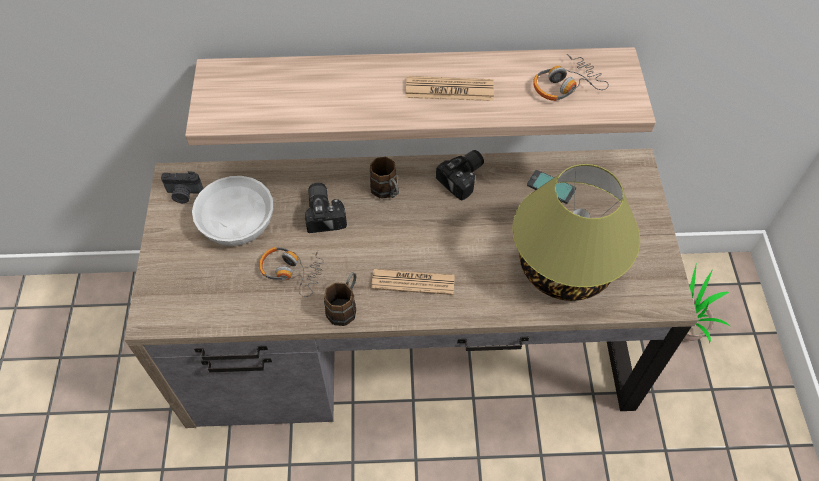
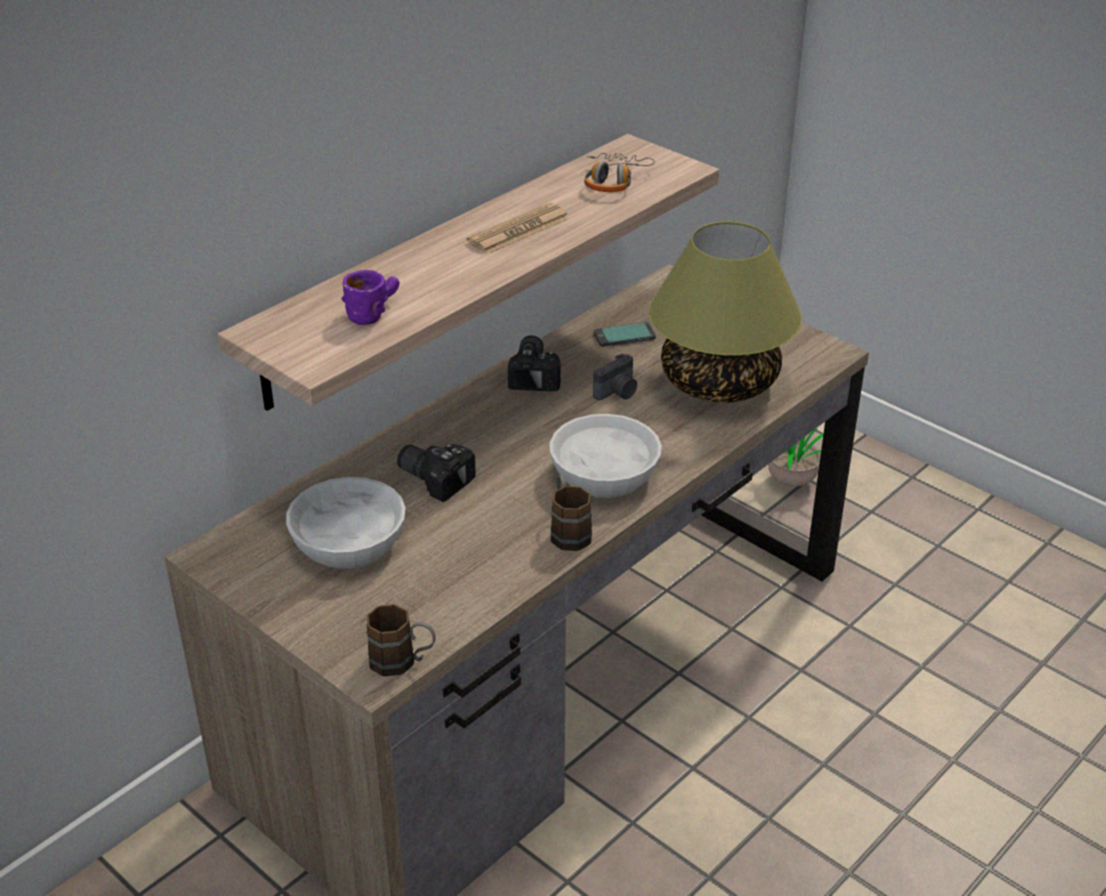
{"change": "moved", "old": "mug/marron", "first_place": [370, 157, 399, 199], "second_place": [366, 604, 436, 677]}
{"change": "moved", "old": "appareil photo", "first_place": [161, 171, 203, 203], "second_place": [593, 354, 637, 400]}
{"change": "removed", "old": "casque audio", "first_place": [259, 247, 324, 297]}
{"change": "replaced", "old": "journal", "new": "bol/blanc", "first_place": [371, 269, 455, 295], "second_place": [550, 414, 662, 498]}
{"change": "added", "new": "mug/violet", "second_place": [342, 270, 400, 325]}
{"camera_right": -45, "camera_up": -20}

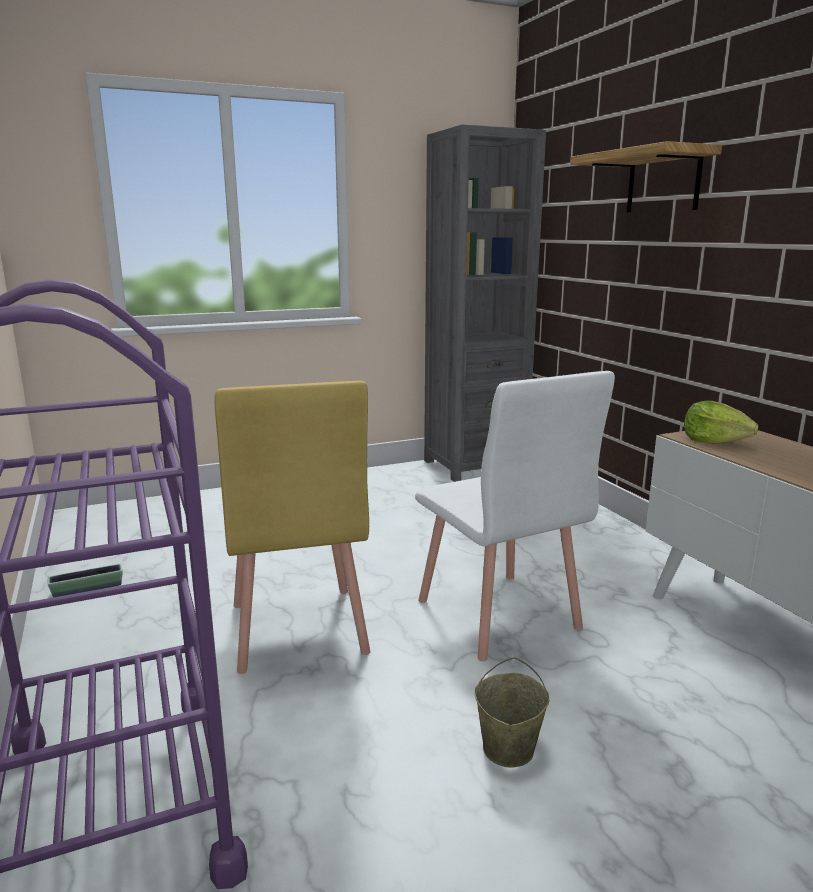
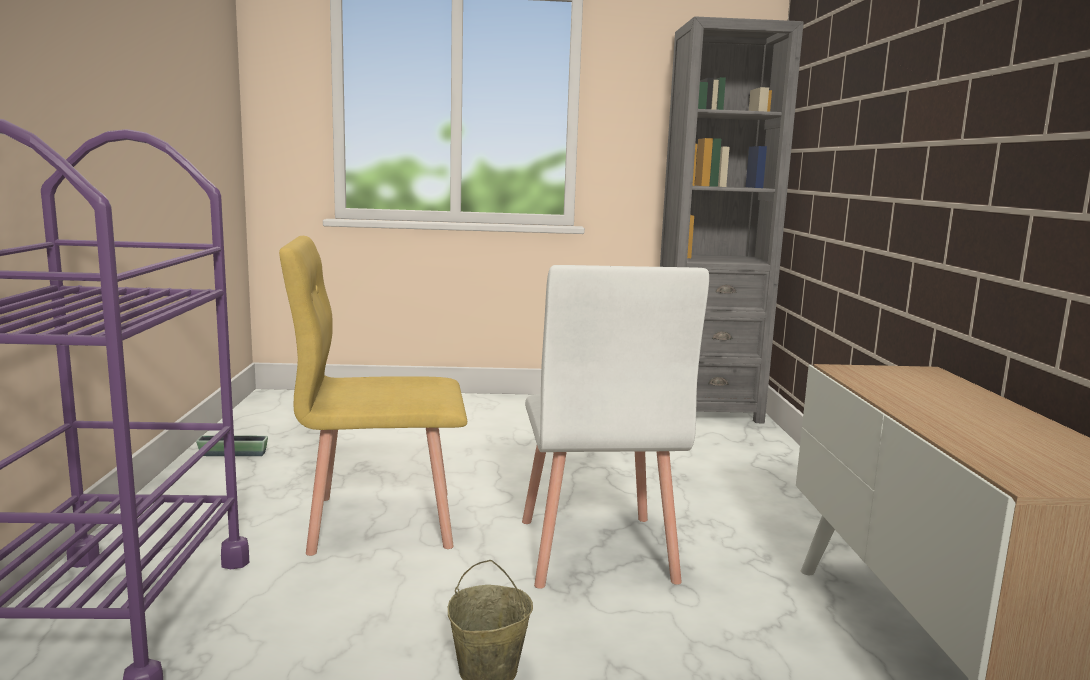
{"change": "removed", "old": "étagère", "first_place": [570, 141, 722, 212]}
{"change": "turned", "old": "chaise/jaune", "first_place": [215, 381, 370, 674], "second_place": [279, 236, 467, 556], "degrees": 75}
{"change": "removed", "old": "laitue", "first_place": [684, 400, 758, 444]}
{"camera_right": 20, "camera_up": -5}

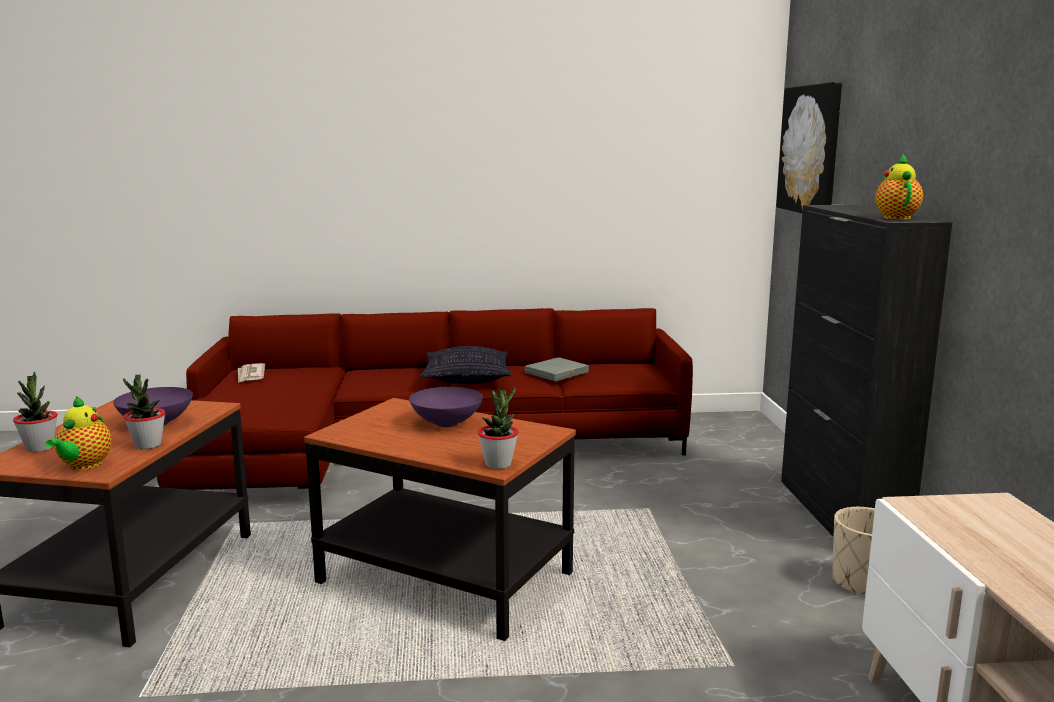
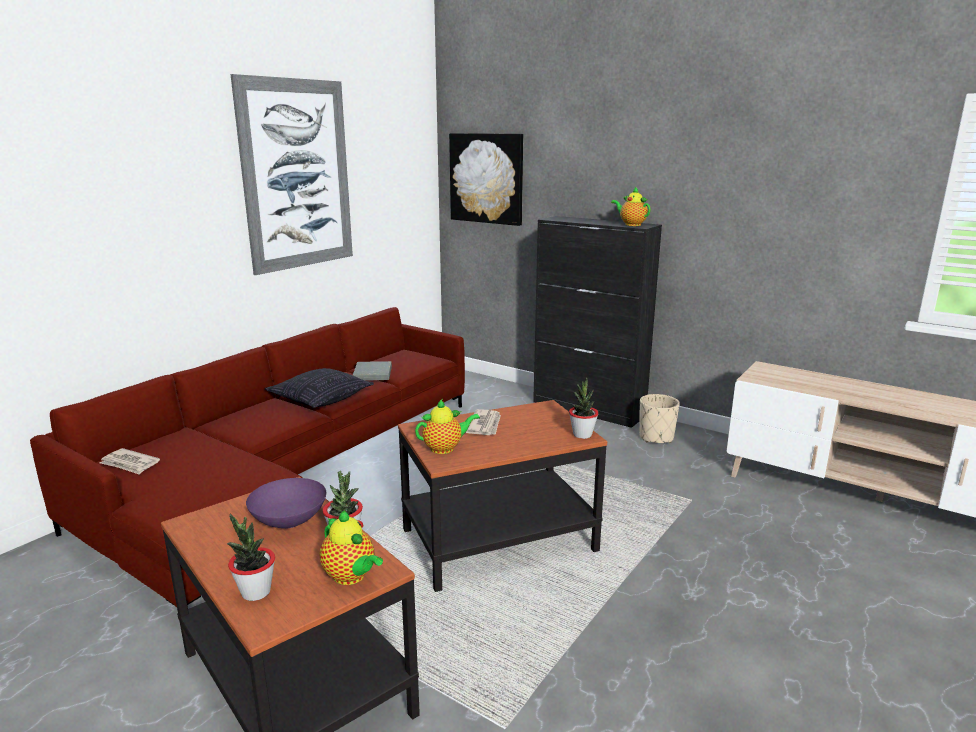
{"change": "replaced", "old": "bol/violet", "new": "journal", "first_place": [409, 387, 483, 427], "second_place": [466, 409, 501, 435]}
{"change": "added", "new": "tableau", "second_place": [231, 74, 353, 275]}
{"change": "added", "new": "théière", "second_place": [415, 400, 480, 454]}
{"camera_right": -50, "camera_up": 5}

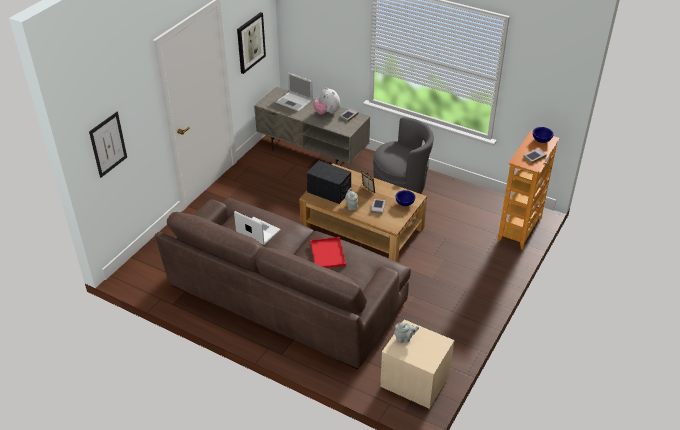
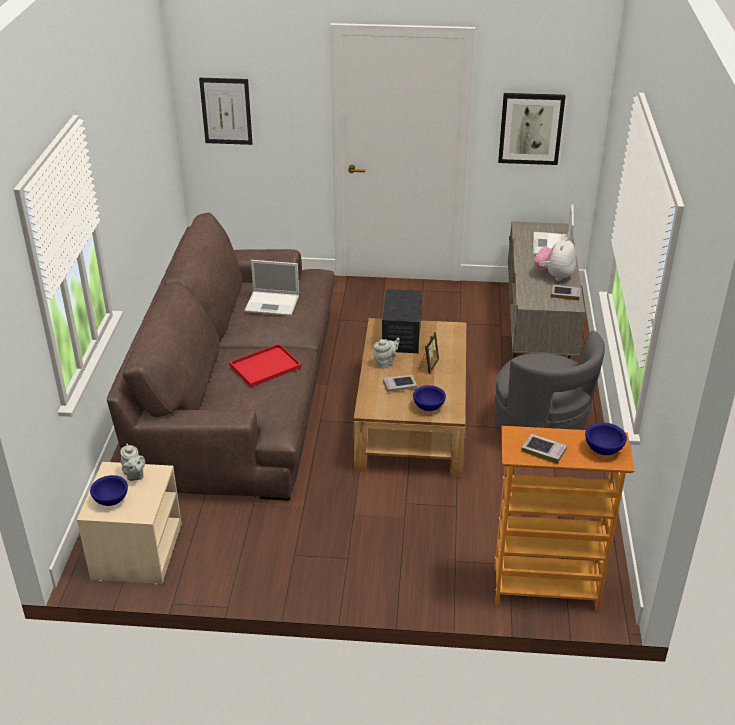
{"change": "turned", "old": "ordinateur portable", "first_place": [234, 211, 281, 245], "second_place": [244, 260, 299, 316], "degrees": 90}
{"change": "added", "new": "bol/bleu", "second_place": [90, 475, 128, 506]}
{"camera_right": 65, "camera_up": -5}

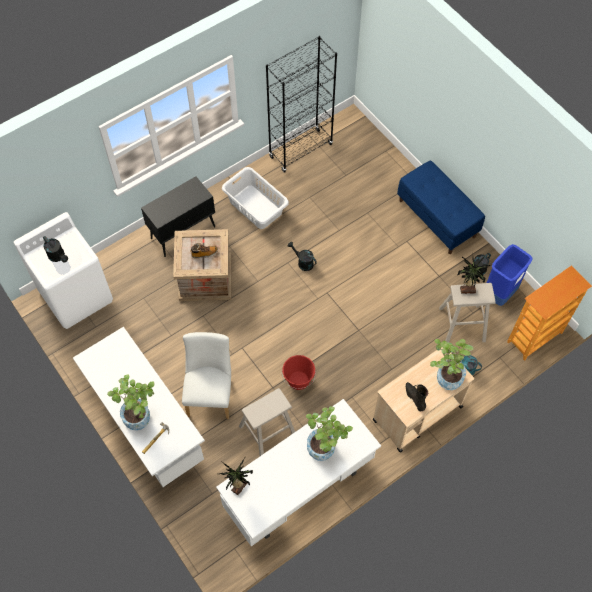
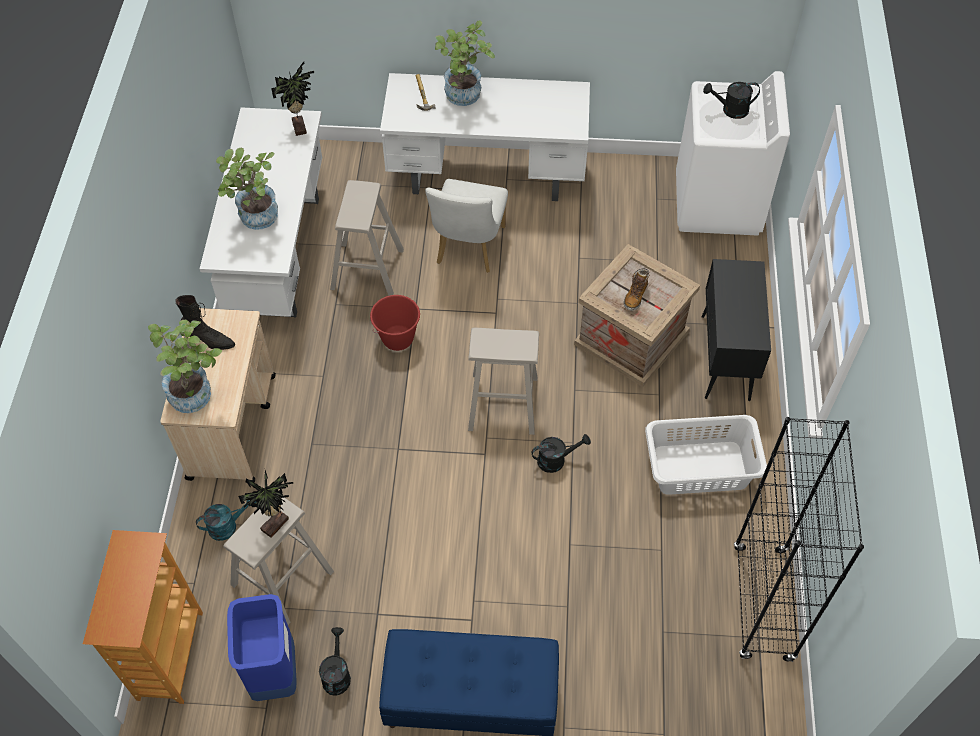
{"change": "turned", "old": "chaise/blanc", "first_place": [182, 332, 231, 419], "second_place": [425, 179, 508, 273], "degrees": 60}
{"change": "added", "new": "tabouret/beige", "second_place": [468, 328, 539, 435]}
{"camera_right": 130, "camera_up": -5}

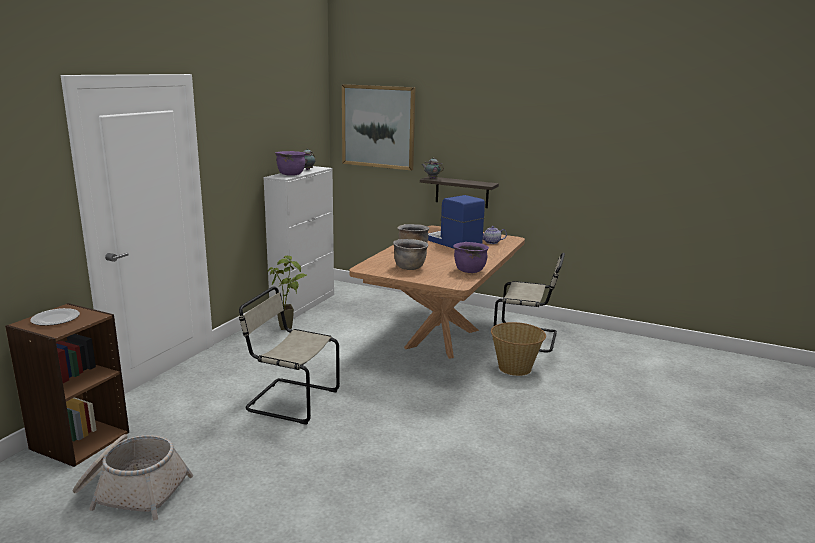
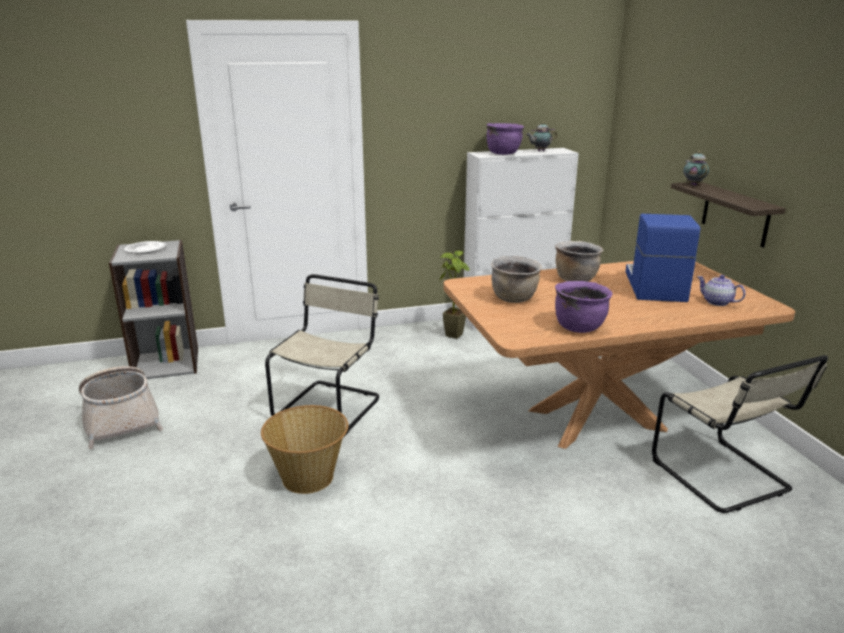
{"change": "removed", "old": "tableau", "first_place": [342, 84, 415, 170]}
{"change": "turned", "old": "chaise/beige", "first_place": [239, 287, 340, 425], "second_place": [265, 274, 379, 437], "degrees": 45}
{"change": "recoloured", "old": "bibliothèque/marron", "new": "bibliothèque/gris", "first_place": [5, 303, 129, 467], "second_place": [109, 240, 198, 379]}
{"change": "moved", "old": "panier", "first_place": [491, 322, 546, 376], "second_place": [261, 405, 348, 494]}
{"camera_right": 50, "camera_up": 5}

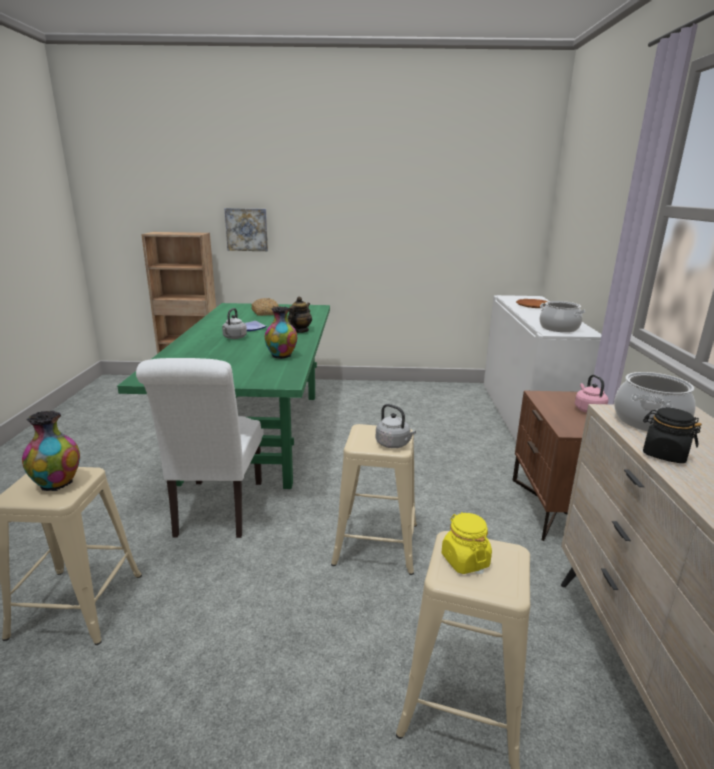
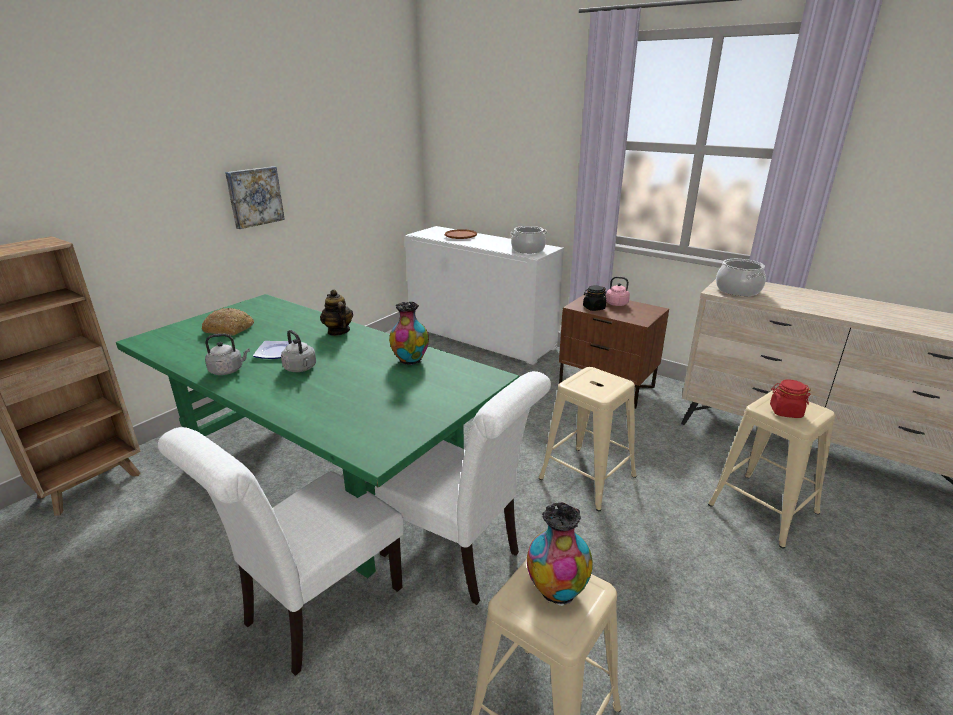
{"change": "moved", "old": "tableau", "first_place": [225, 208, 268, 251], "second_place": [225, 166, 285, 229]}
{"change": "moved", "old": "bouilloire/gris", "first_place": [376, 404, 416, 448], "second_place": [205, 334, 250, 375]}
{"change": "moved", "old": "bocal/noir", "first_place": [643, 408, 702, 463], "second_place": [583, 285, 606, 311]}
{"change": "recoloured", "old": "bocal/jaune", "new": "bocal/rouge", "first_place": [441, 512, 492, 574], "second_place": [770, 379, 811, 418]}
{"change": "added", "new": "chaise/blanc", "second_place": [158, 427, 404, 676]}
{"camera_right": -55, "camera_up": 5}

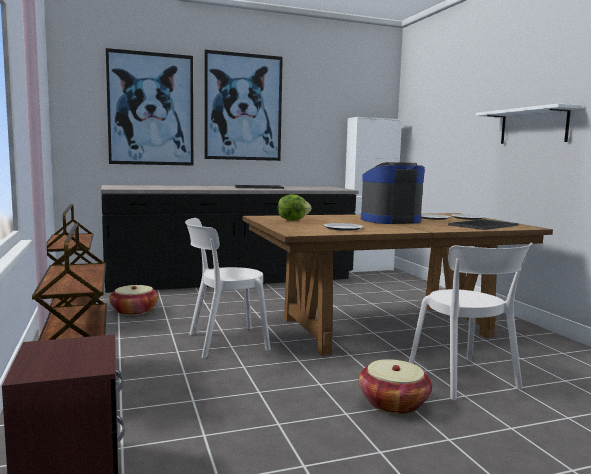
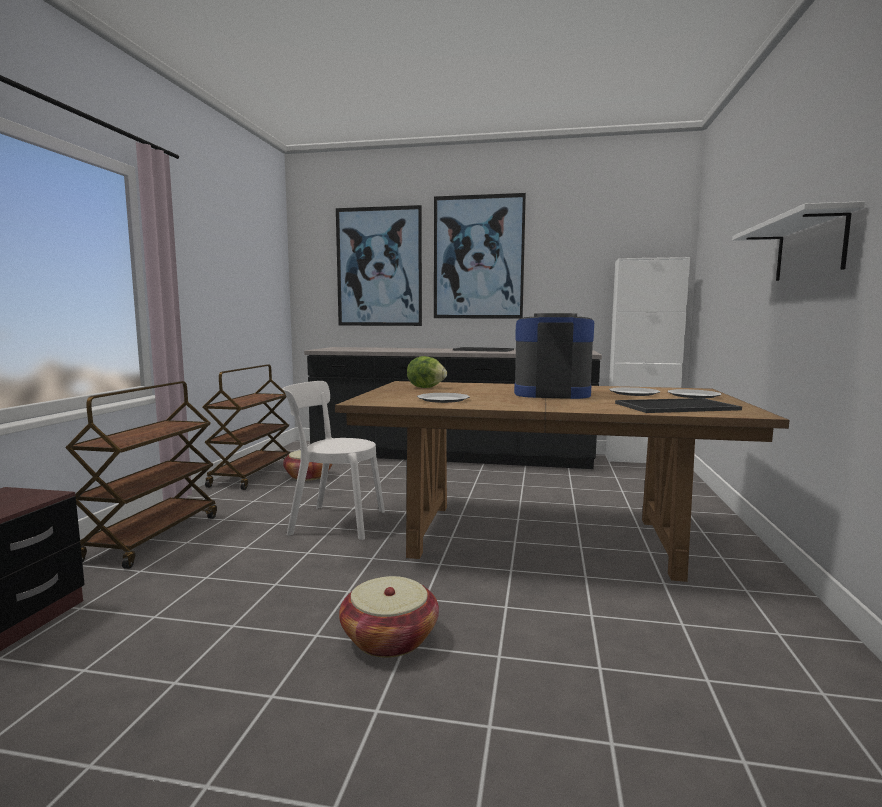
{"change": "removed", "old": "chaise/blanc", "first_place": [409, 242, 532, 400]}
{"camera_right": 30, "camera_up": 0}

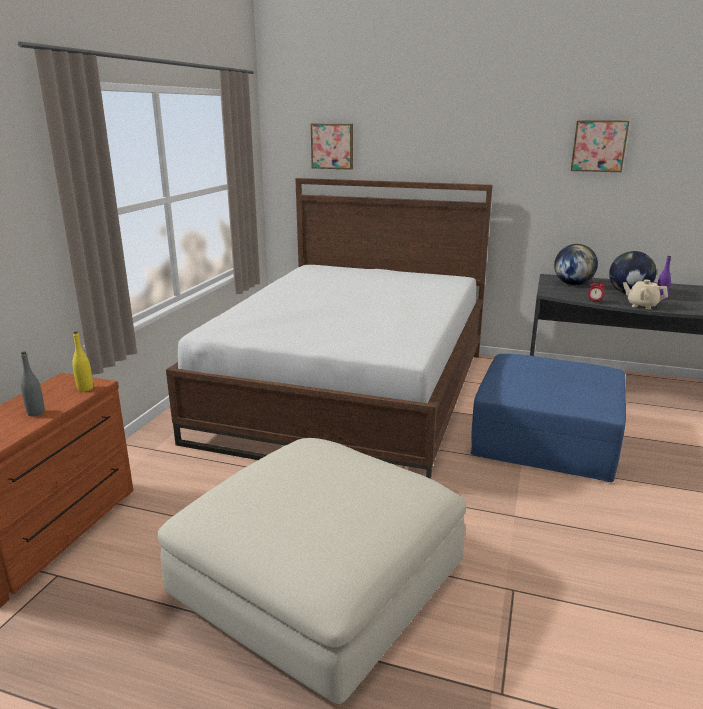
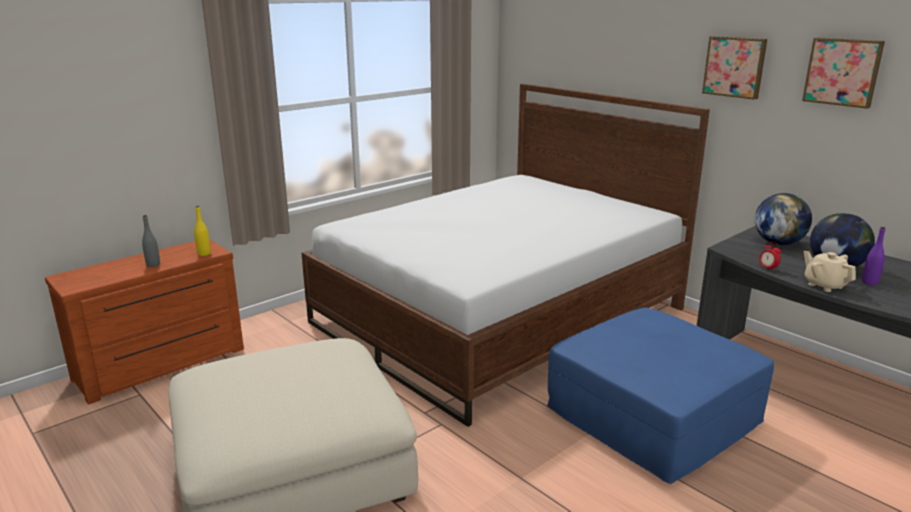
{"change": "moved", "old": "tableau", "first_place": [311, 124, 353, 170], "second_place": [702, 36, 767, 100]}
{"camera_right": 30, "camera_up": 0}

